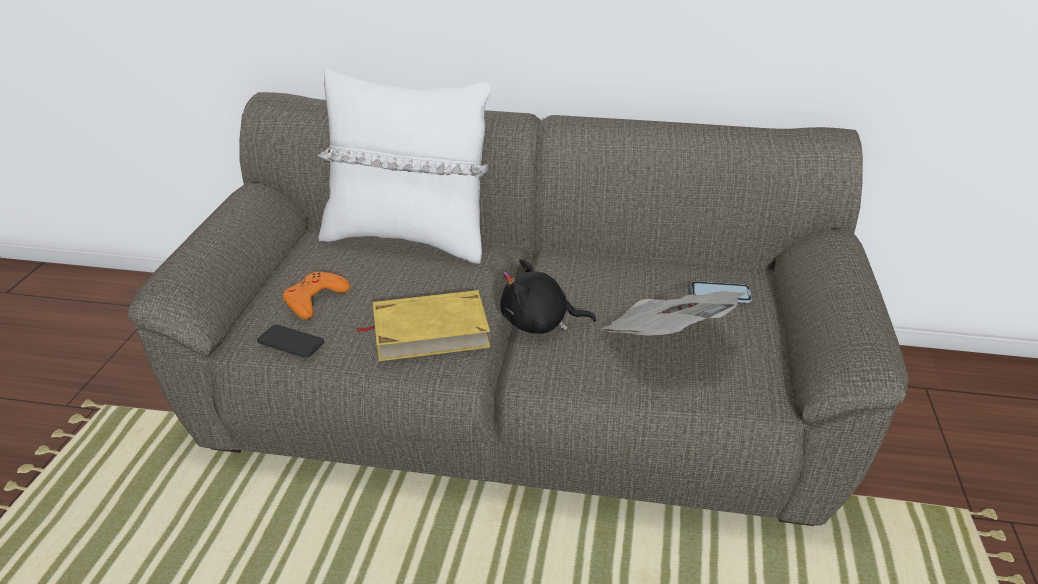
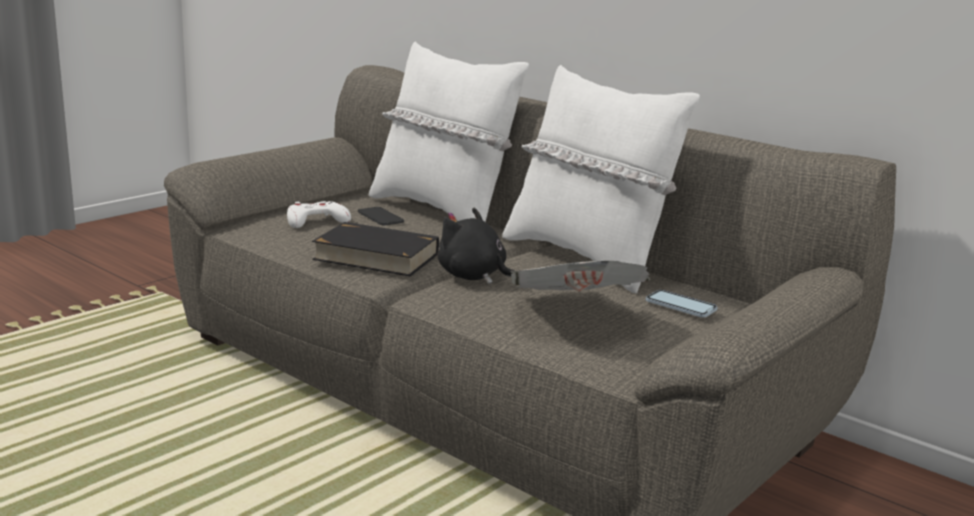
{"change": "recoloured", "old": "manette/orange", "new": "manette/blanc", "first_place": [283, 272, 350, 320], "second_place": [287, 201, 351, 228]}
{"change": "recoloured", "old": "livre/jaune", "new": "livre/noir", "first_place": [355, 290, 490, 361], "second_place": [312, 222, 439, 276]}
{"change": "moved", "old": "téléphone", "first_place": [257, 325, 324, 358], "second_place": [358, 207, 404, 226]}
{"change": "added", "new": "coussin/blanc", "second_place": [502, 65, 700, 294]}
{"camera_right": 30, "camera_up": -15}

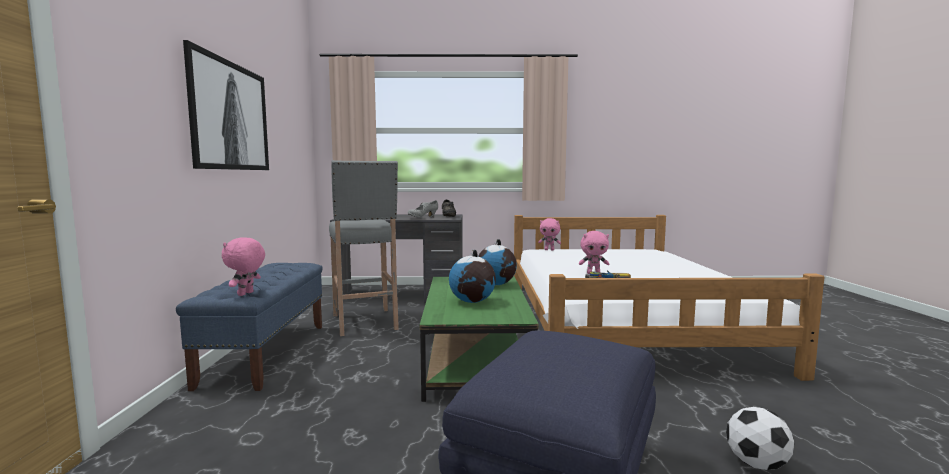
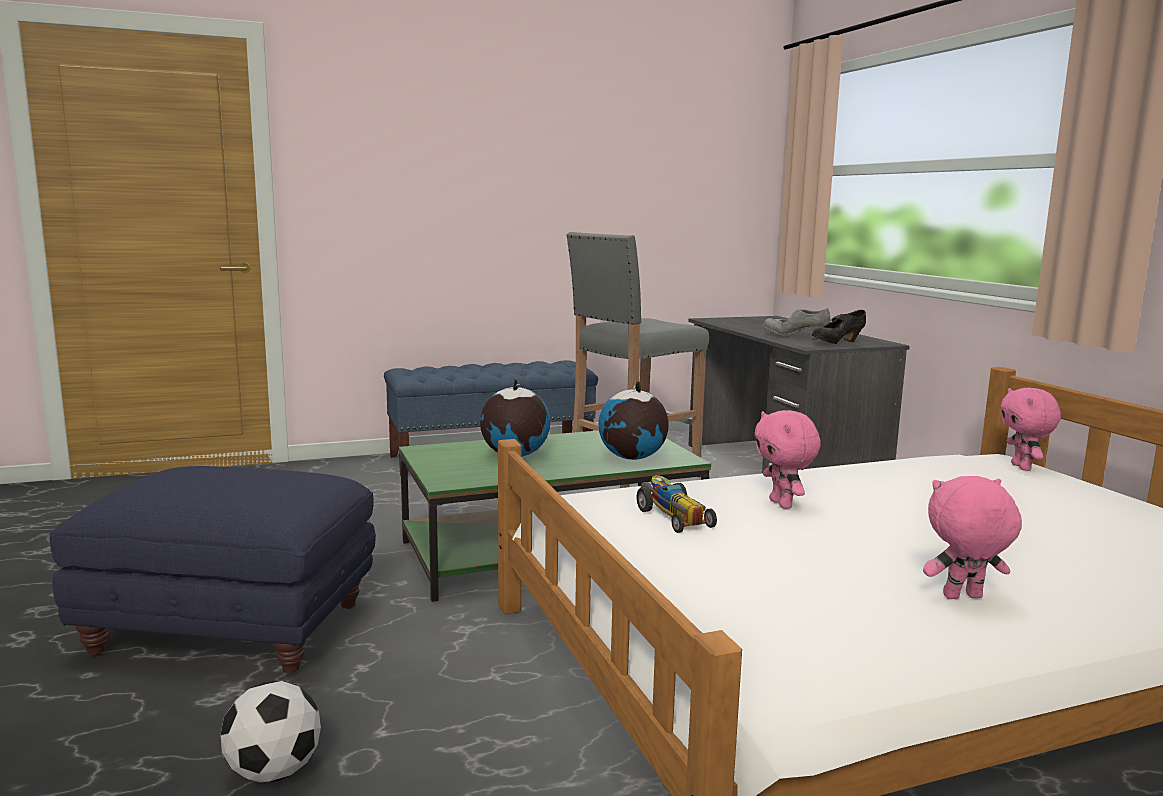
{"change": "removed", "old": "tableau", "first_place": [183, 40, 269, 170]}
{"change": "moved", "old": "peluche/rose", "first_place": [221, 237, 265, 296], "second_place": [923, 476, 1022, 599]}
{"camera_right": 70, "camera_up": 5}

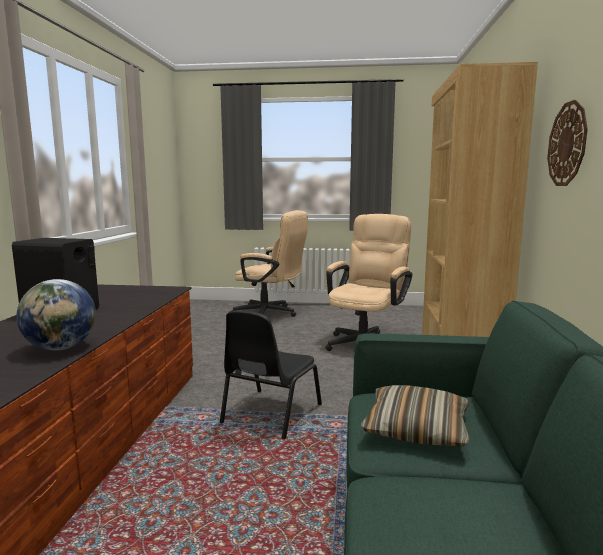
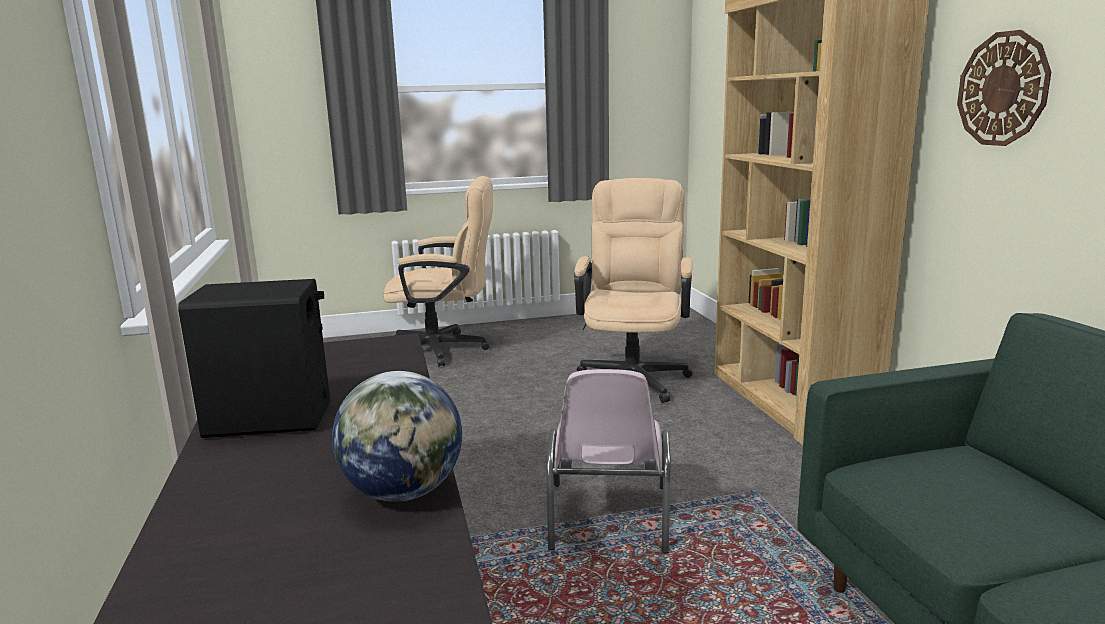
{"change": "recoloured", "old": "chaise/noir", "new": "chaise/rose", "first_place": [220, 310, 322, 439], "second_place": [546, 369, 670, 553]}
{"change": "removed", "old": "coussin", "first_place": [361, 385, 470, 446]}
{"camera_right": -20, "camera_up": 5}

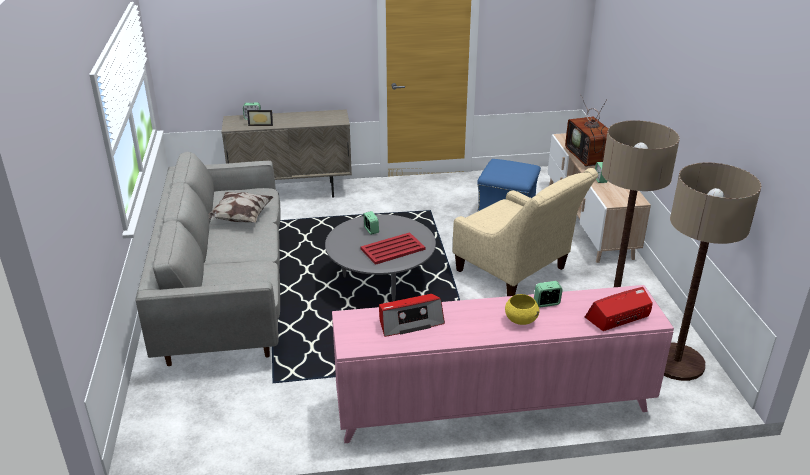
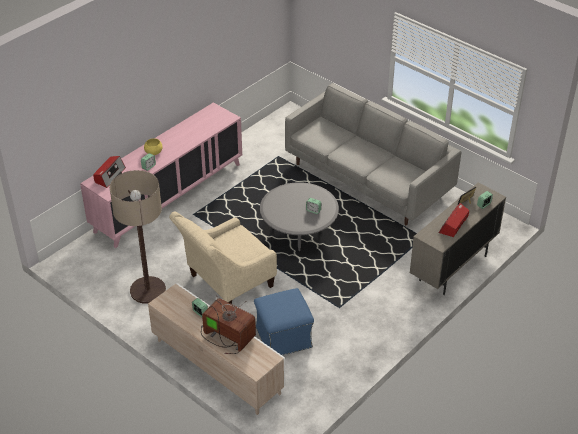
{"change": "removed", "old": "lampadaire", "first_place": [664, 162, 761, 381]}
{"change": "turned", "old": "fauteuil/beige", "first_place": [453, 168, 598, 296], "second_place": [169, 212, 277, 304], "degrees": -45}
{"change": "removed", "old": "coussin", "first_place": [208, 192, 274, 223]}
{"change": "removed", "old": "plateau/rouge", "first_place": [361, 232, 425, 265]}
{"change": "moved", "old": "radio", "first_place": [379, 294, 445, 337], "second_place": [439, 203, 469, 237]}
{"camera_right": 140, "camera_up": 10}

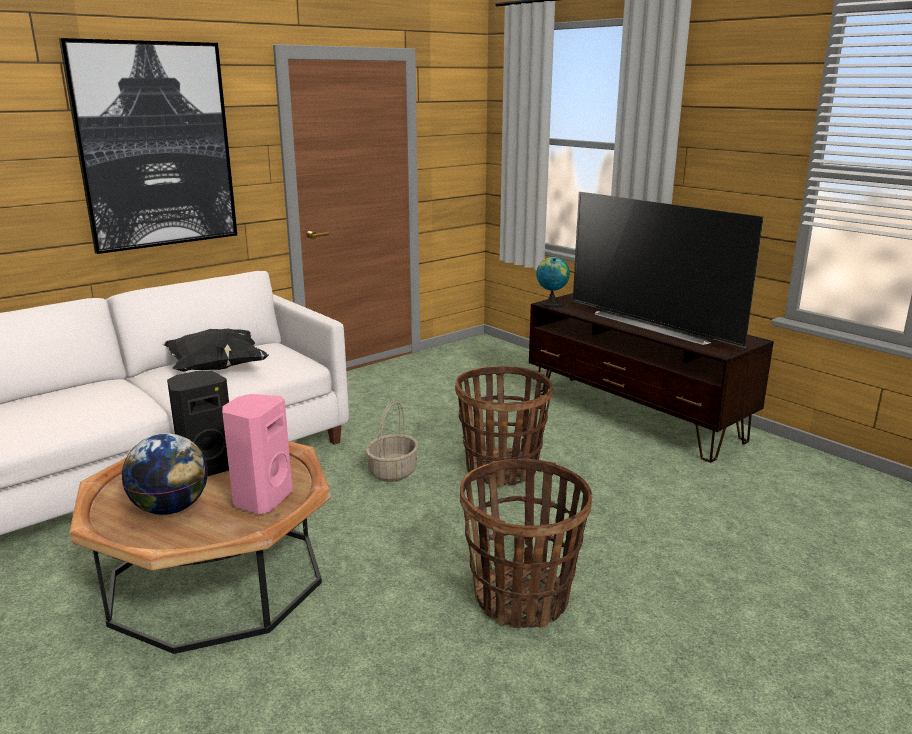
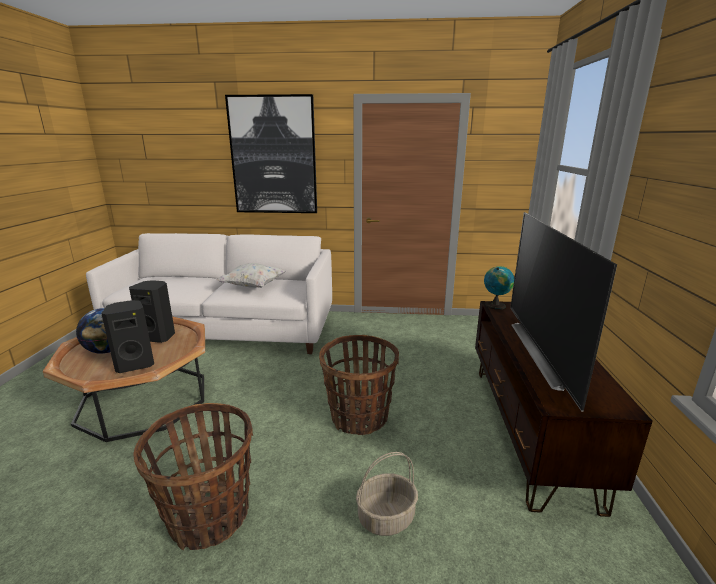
{"change": "recoloured", "old": "coussin/noir", "new": "coussin/blanc", "first_place": [163, 329, 269, 372], "second_place": [216, 263, 288, 288]}
{"change": "recoloured", "old": "enceinte/rose", "new": "enceinte/noir", "first_place": [222, 394, 292, 514], "second_place": [101, 300, 154, 373]}
{"change": "moved", "old": "panier", "first_place": [366, 401, 418, 482], "second_place": [356, 452, 418, 536]}
{"camera_right": 45, "camera_up": 0}

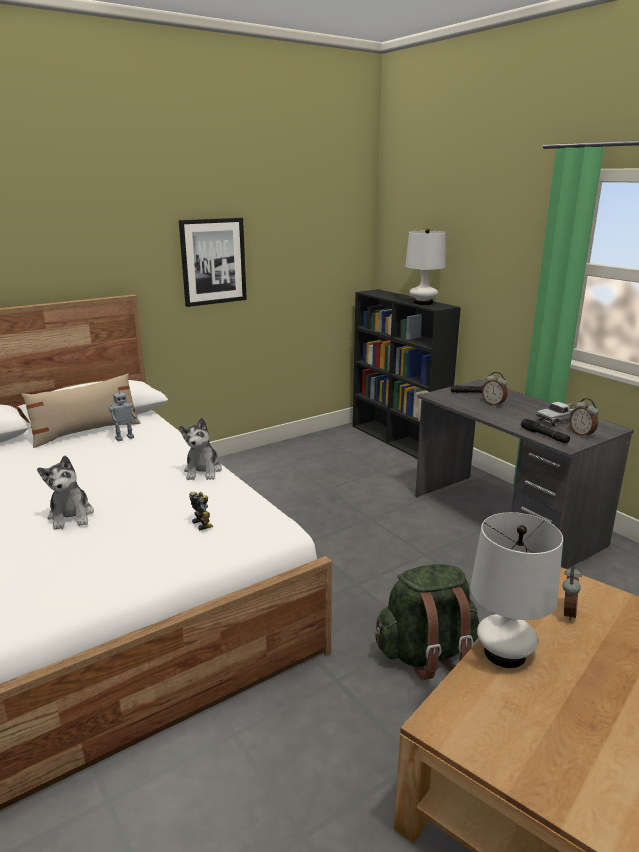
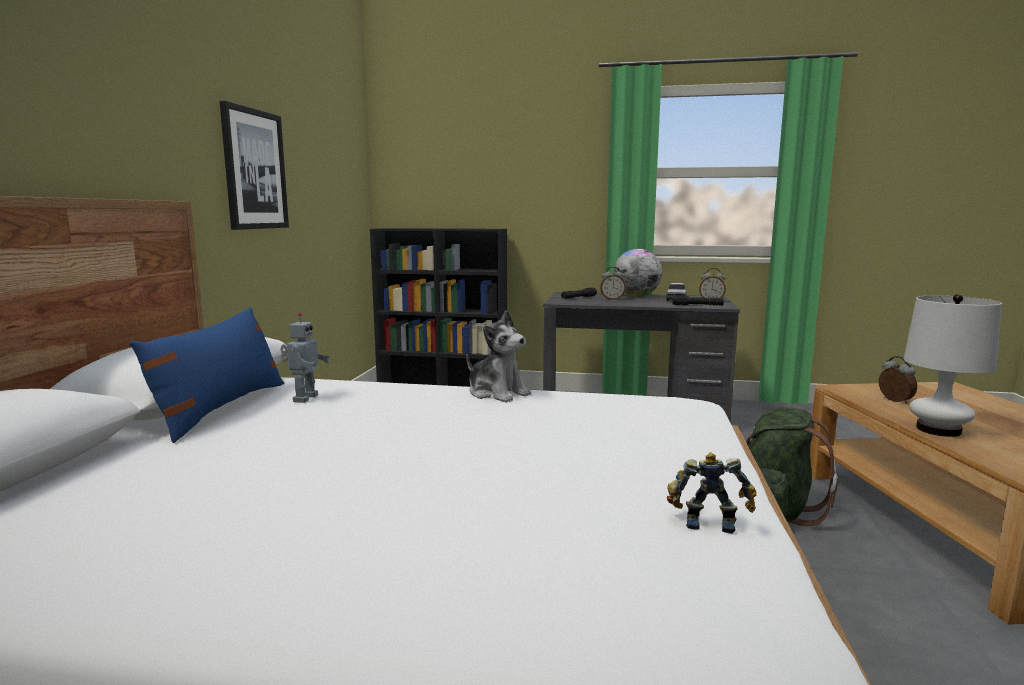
{"change": "removed", "old": "lampe de table/blanc", "first_place": [405, 229, 446, 305]}
{"change": "recoloured", "old": "coussin/beige", "new": "coussin/bleu", "first_place": [21, 373, 141, 448], "second_place": [129, 307, 284, 443]}
{"change": "removed", "old": "peluche", "first_place": [37, 456, 94, 530]}
{"change": "moved", "old": "robot jouet", "first_place": [189, 492, 213, 531], "second_place": [667, 452, 756, 534]}
{"change": "added", "new": "globe", "second_place": [613, 249, 662, 297]}
{"camera_right": -45, "camera_up": -10}

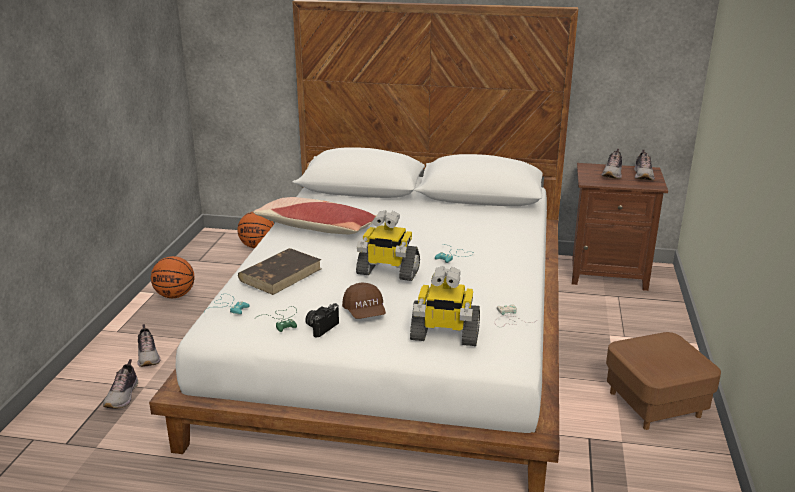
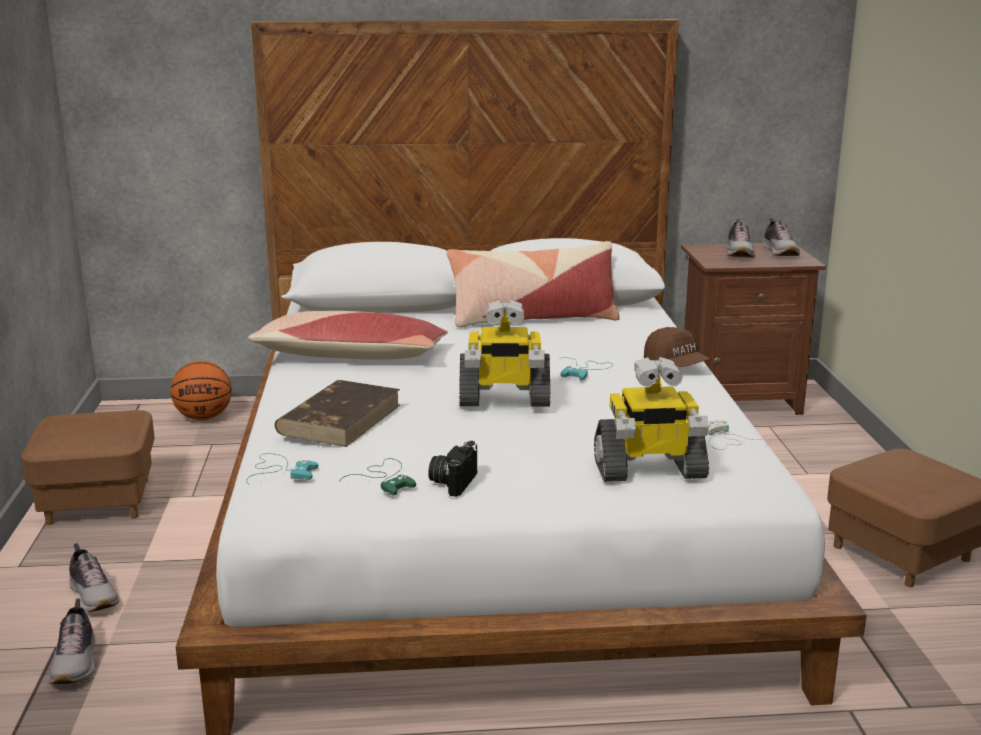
{"change": "replaced", "old": "ballon de basket", "new": "pouf/marron", "first_place": [151, 256, 195, 298], "second_place": [21, 410, 155, 525]}
{"change": "moved", "old": "casquette/marron", "first_place": [342, 282, 386, 319], "second_place": [644, 327, 711, 367]}
{"change": "added", "new": "coussin", "second_place": [447, 241, 620, 327]}
{"camera_right": -15, "camera_up": -5}

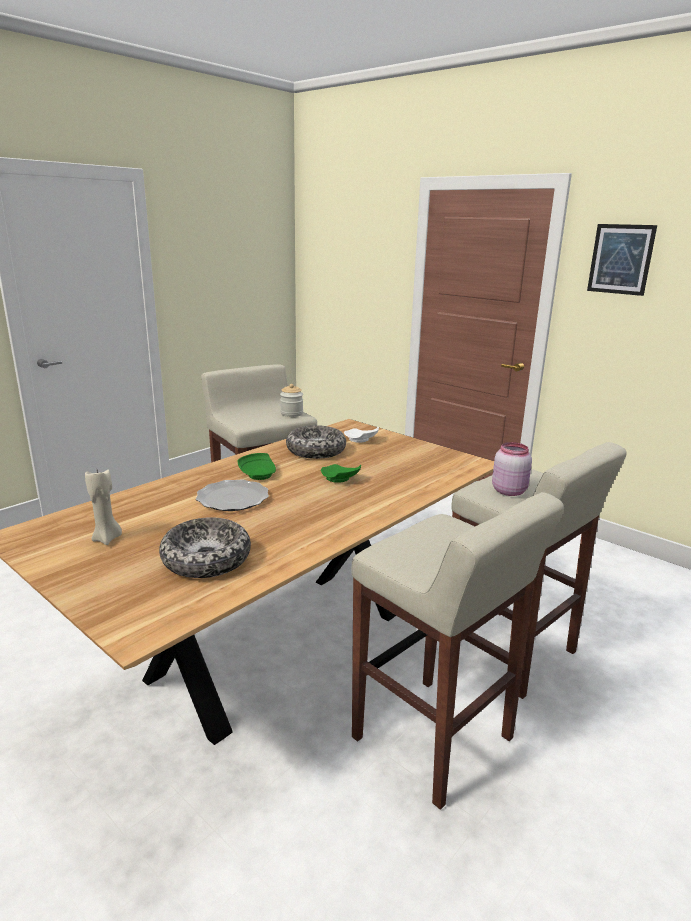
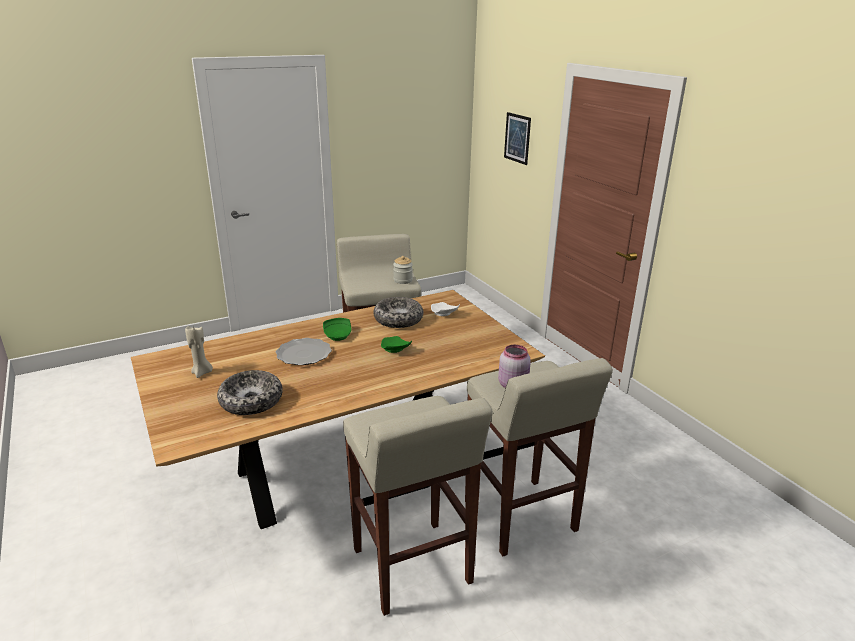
{"change": "moved", "old": "tableau", "first_place": [587, 224, 657, 296], "second_place": [504, 112, 531, 165]}
{"camera_right": 20, "camera_up": 5}

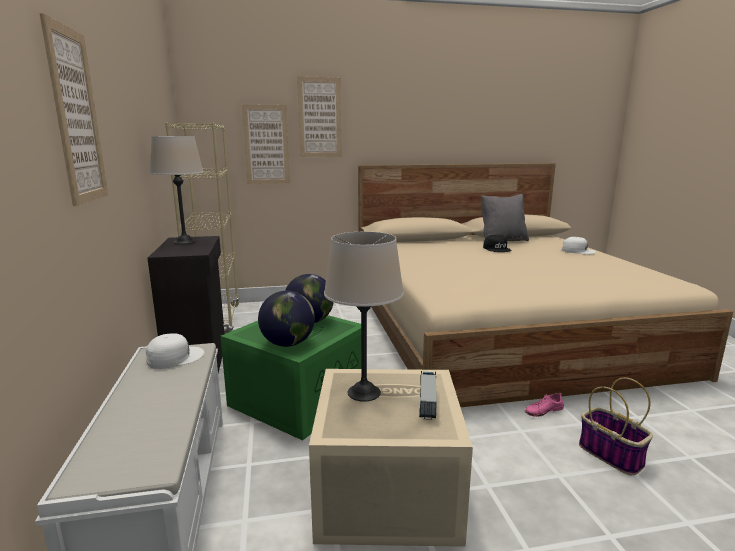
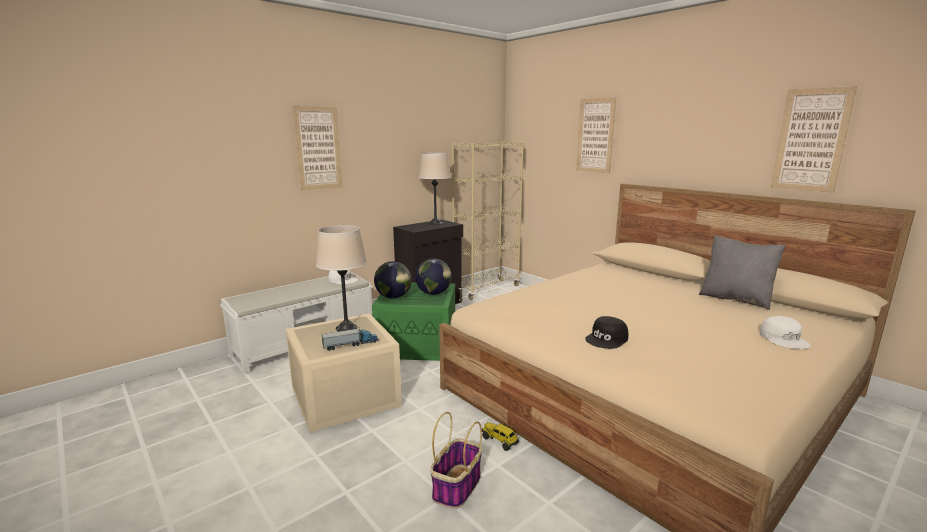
{"change": "moved", "old": "tableau", "first_place": [242, 104, 290, 184], "second_place": [771, 86, 857, 193]}
{"change": "moved", "old": "casquette/noir", "first_place": [483, 235, 512, 252], "second_place": [585, 316, 628, 349]}
{"change": "replaced", "old": "chaussure/rose", "new": "camion jouet", "first_place": [525, 393, 564, 417], "second_place": [482, 422, 519, 451]}
{"camera_right": 60, "camera_up": 0}

